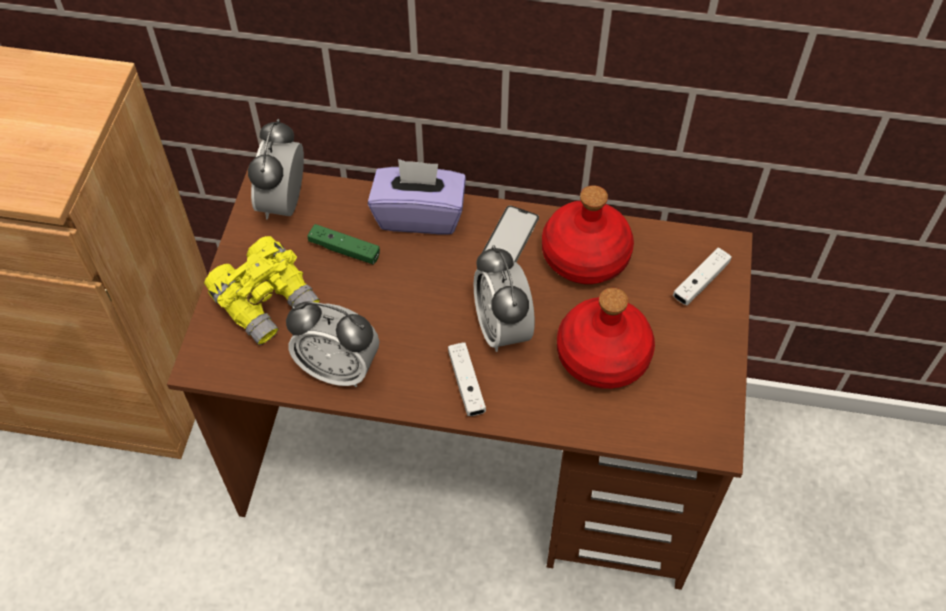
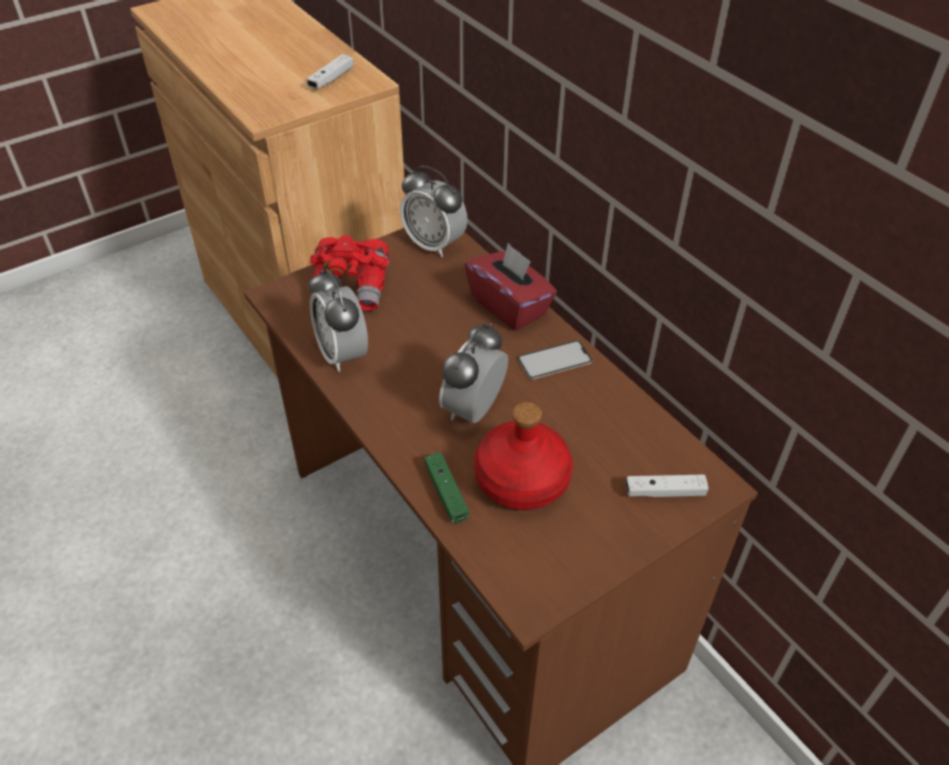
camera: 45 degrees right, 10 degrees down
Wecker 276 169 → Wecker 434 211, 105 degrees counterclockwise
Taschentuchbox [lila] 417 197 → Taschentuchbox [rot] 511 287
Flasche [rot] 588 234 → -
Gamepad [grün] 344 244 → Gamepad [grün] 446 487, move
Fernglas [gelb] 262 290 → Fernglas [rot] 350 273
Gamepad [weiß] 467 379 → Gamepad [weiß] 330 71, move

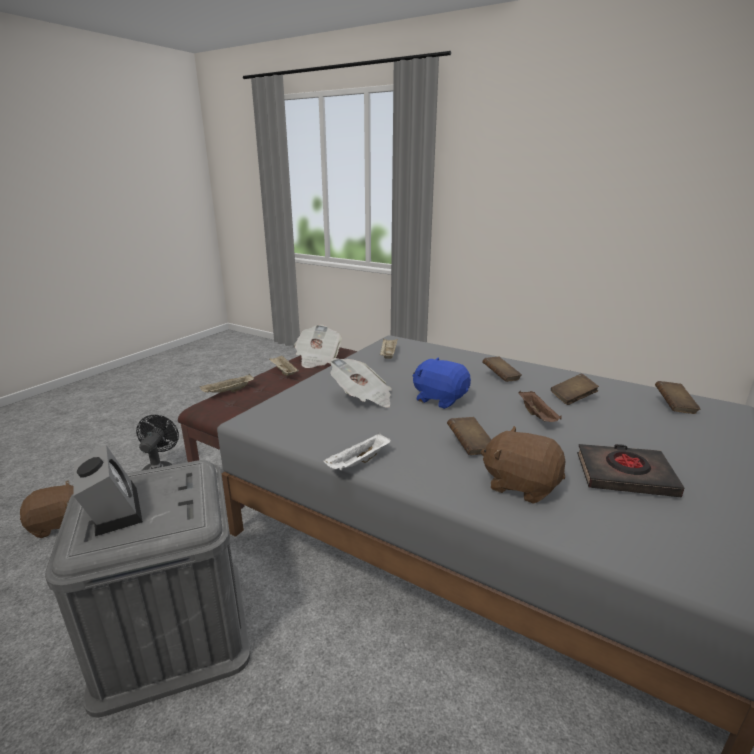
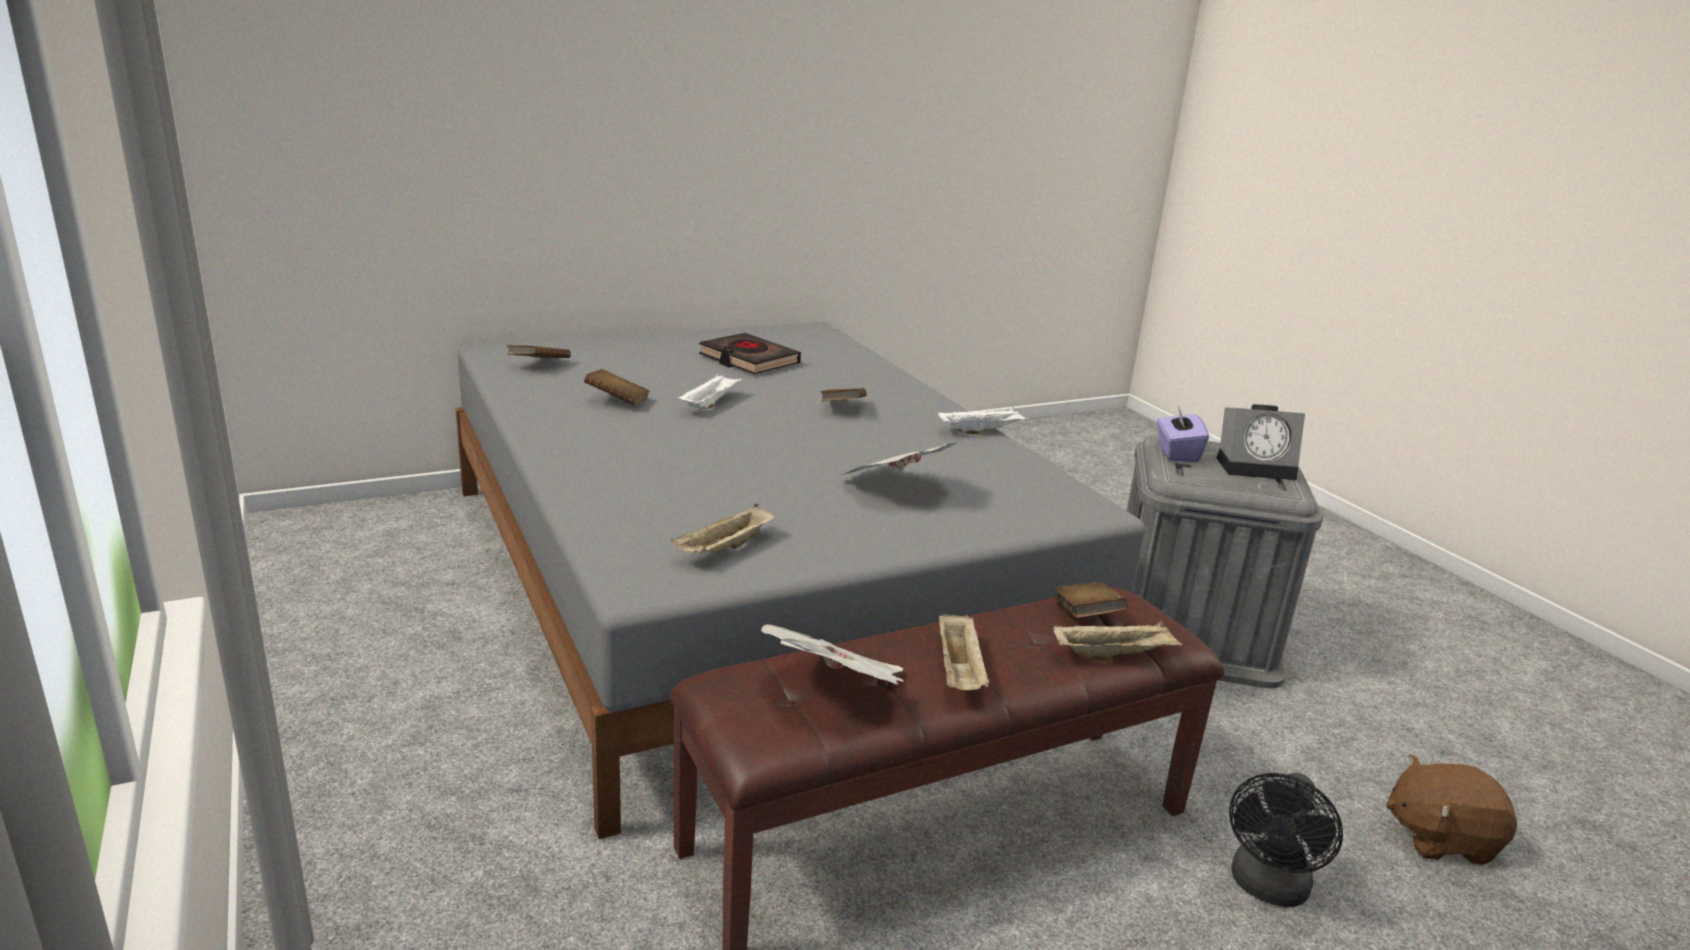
camera: 150 degrees left, 0 degrees up
Plüschtier [blau] 442 383 → -
Buch [braun] 502 369 → Buch [braun] 1091 600, move
Tablett [braun] 540 406 → Tablett [weiß] 710 391
Plüschtier [braun] 523 465 → -
Wecker 108 490 → Wecker 1260 442, 90 degrees counterclockwise
- → Taschentuchbox [lila] 1183 434

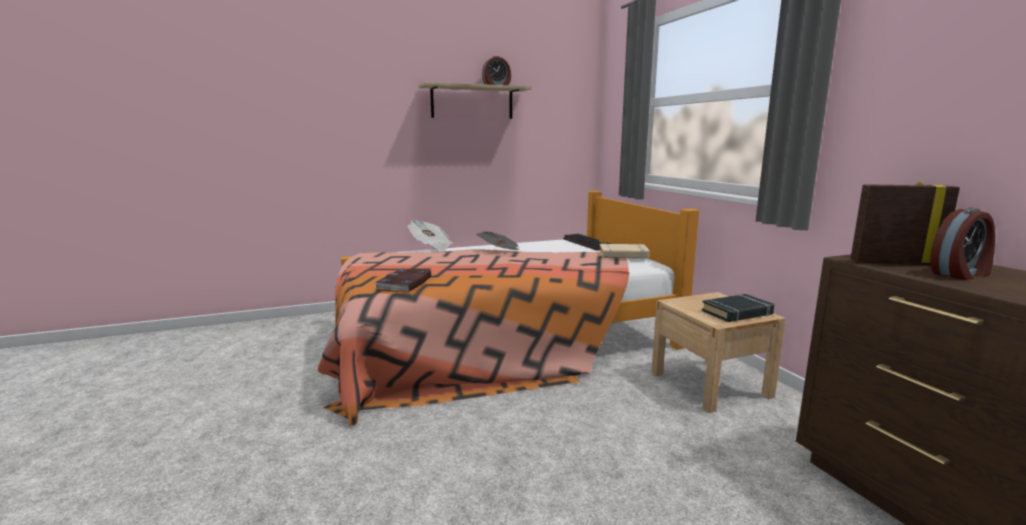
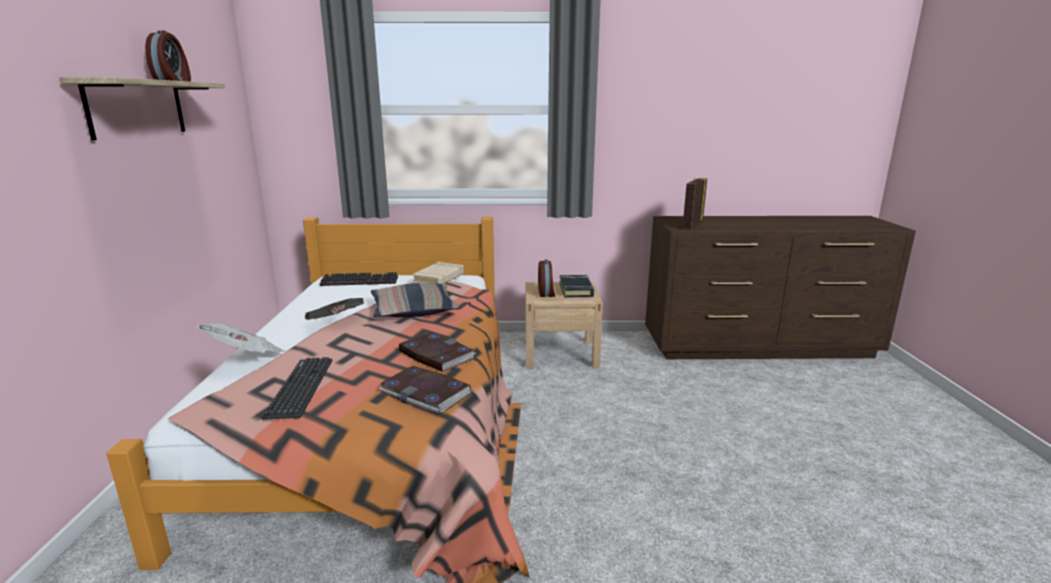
camera: 70 degrees left, 5 degrees up
Wecker 962 244 → Wecker 546 278, move
- → Kissen 415 300
- → Buch 437 352
- → Tastatur 296 388

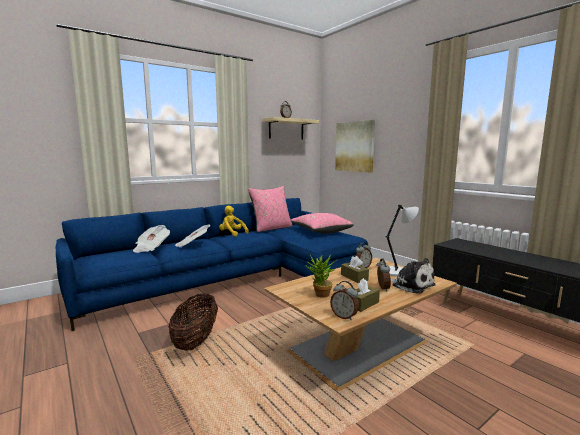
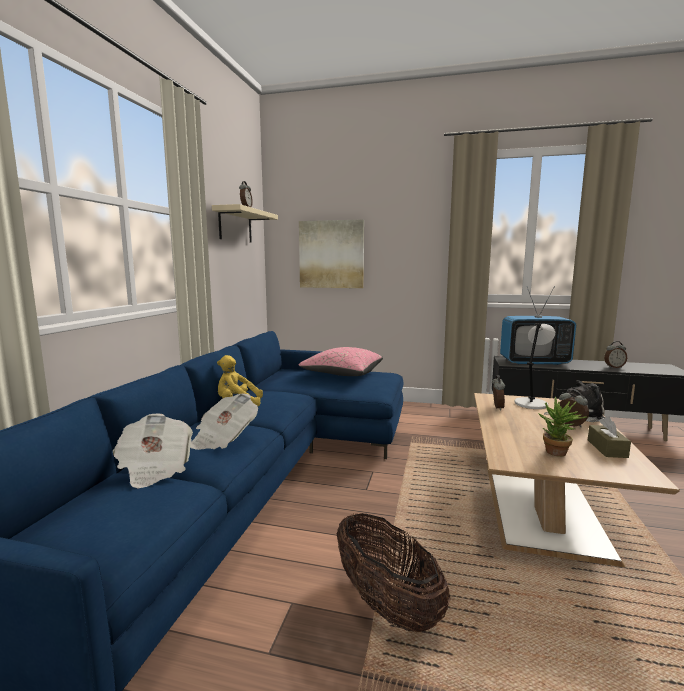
camera: 40 degrees left, 0 degrees up
Kissen [rosa] 270 209 → -
Taschentuchbox [braun] 355 269 → -
Wecker 344 300 → Wecker 615 354, move
- → Fernseher 538 325

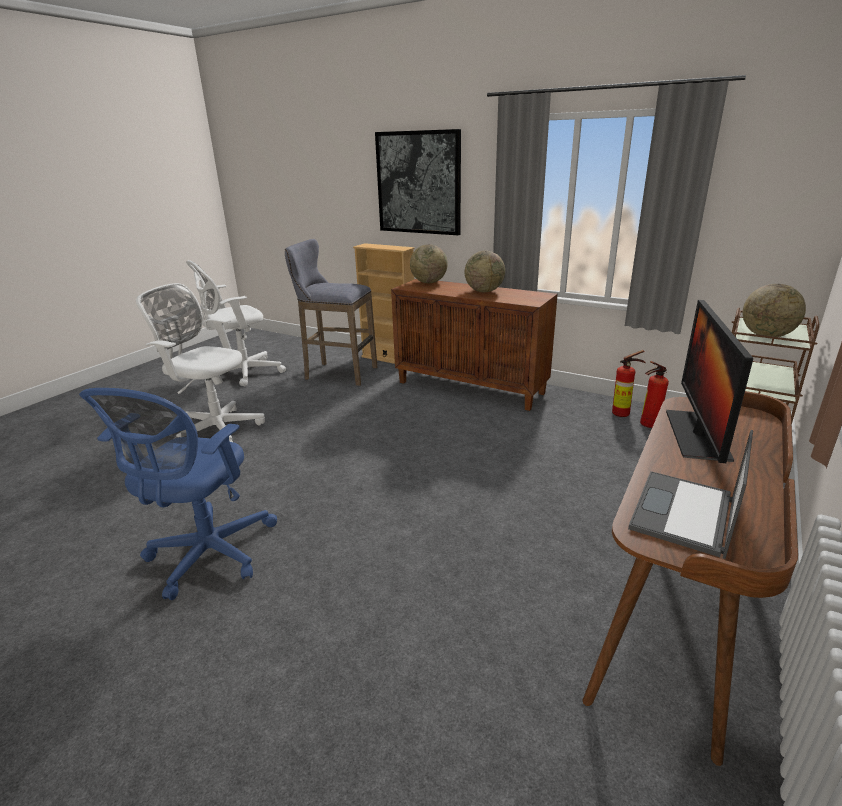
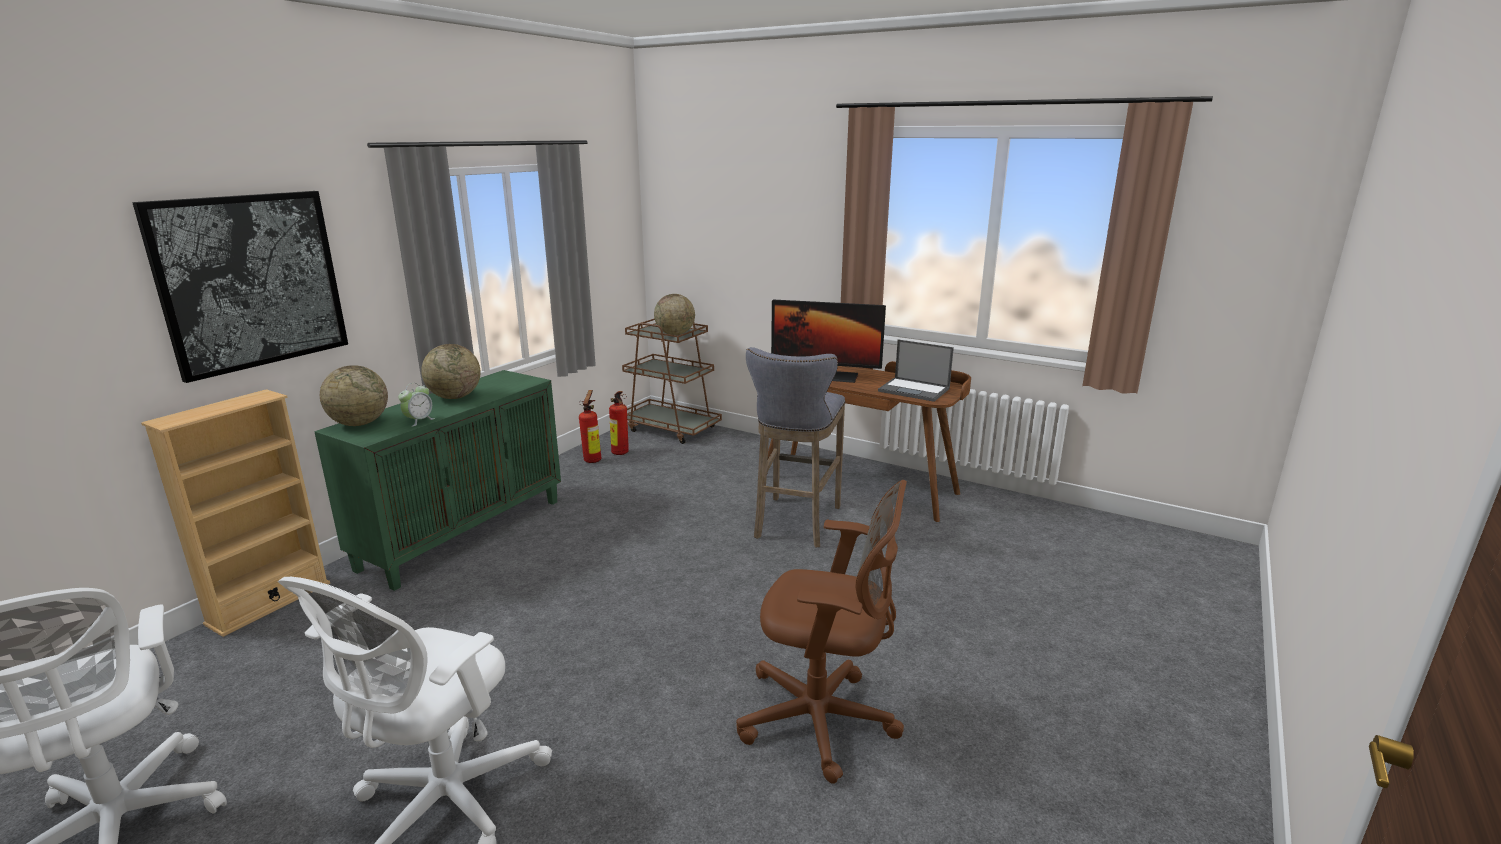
camera: 90 degrees left, 5 degrees down
Hocker [grau] 331 312 → Hocker [grau] 795 447, move
Schrank [braun] 474 345 → Schrank [grün] 437 480
Bürostuhl [blau] 178 494 → Bürostuhl [braun] 821 632
- → Wecker 416 405

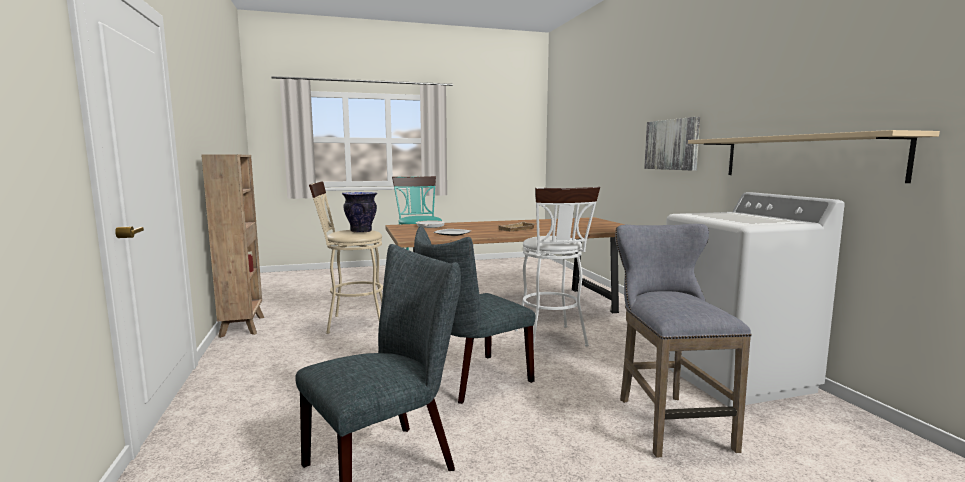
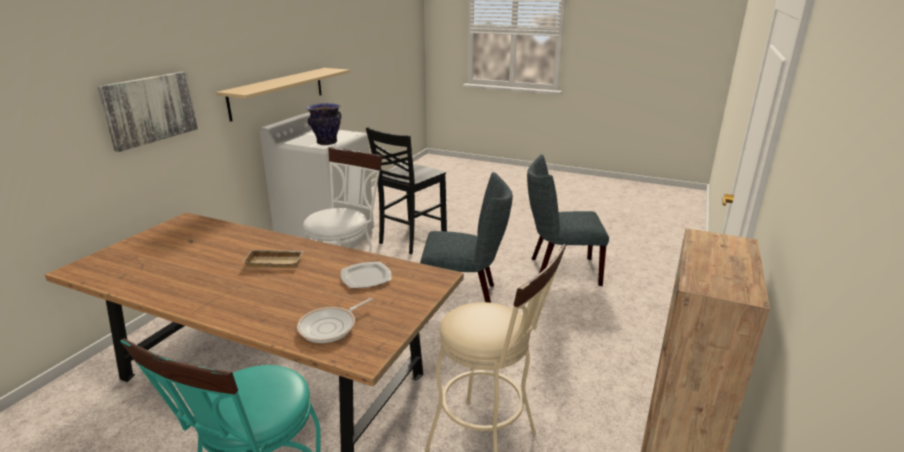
camera: 140 degrees left, 15 degrees up
Vase 359 212 → Vase 323 124, move
Hocker [grau] 683 341 → Stuhl [schwarz] 406 190

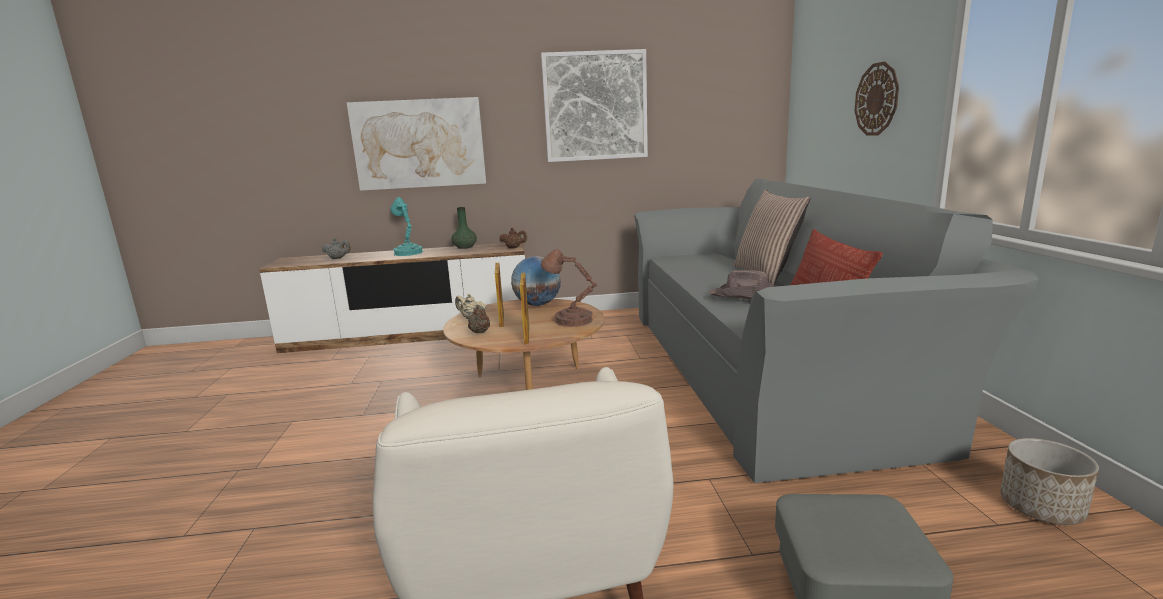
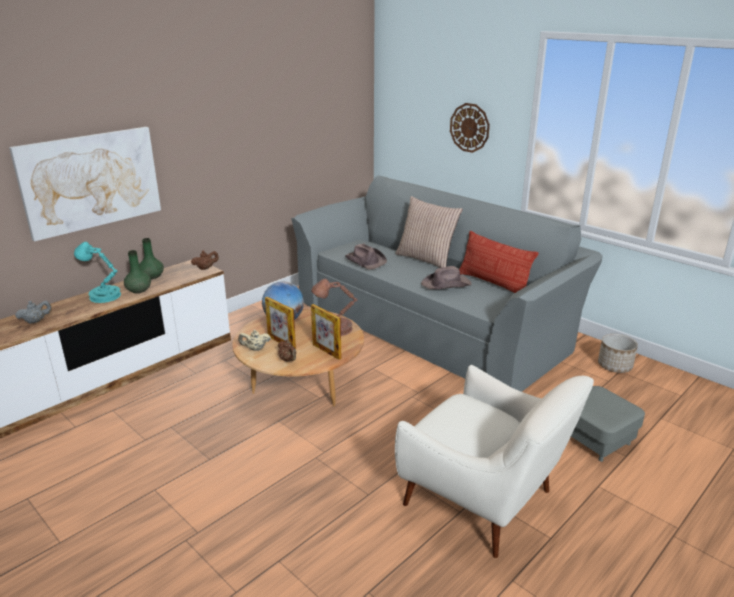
camera: 40 degrees left, 10 degrees up
Bild 594 105 → -
- → Hut [braun] 366 256
- → Vase [grün] 137 271

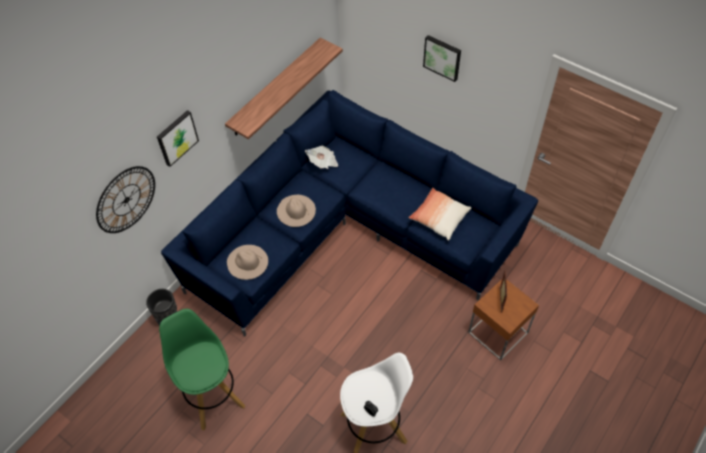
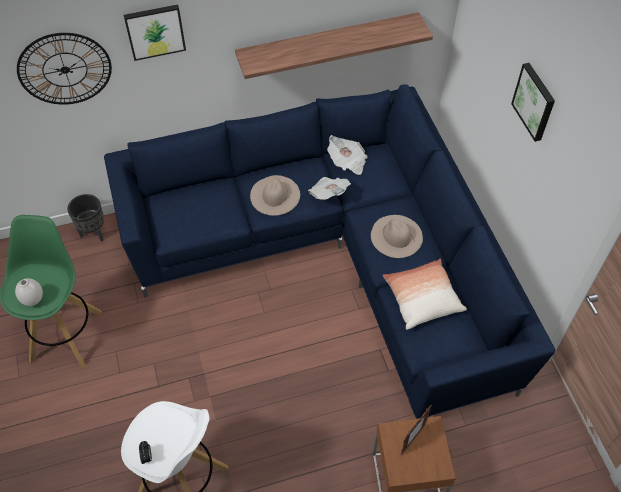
camera: 35 degrees right, 0 degrees up
Hut [beige] 247 262 → Hut [beige] 397 236, move
- → Zeitung 329 188
- → Vase [weiß] 29 292

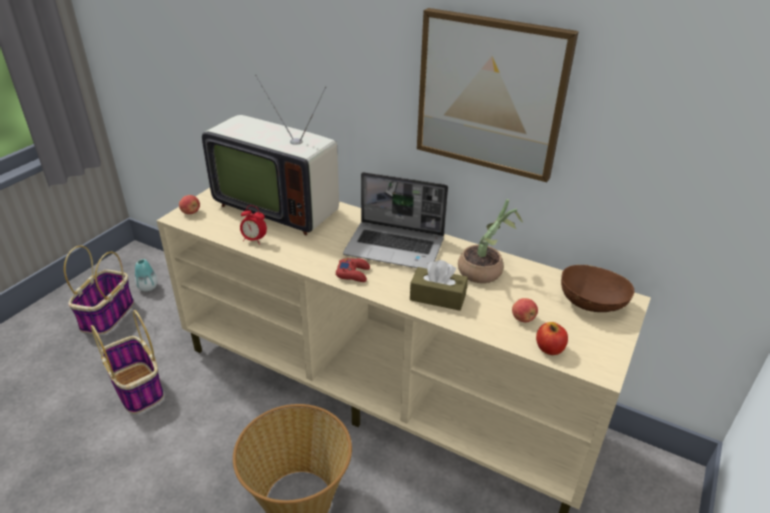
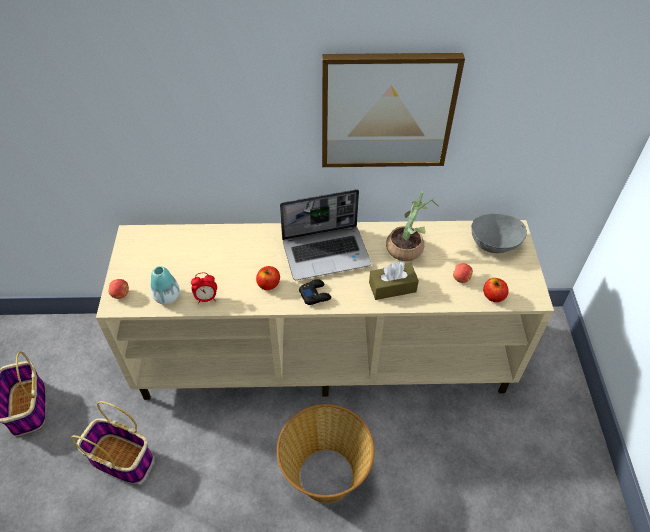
camera: 30 degrees left, 15 degrees up
Fernseher 270 155 → -
Gamepad [rot] 353 270 → Gamepad [schwarz] 315 292
Vase 146 275 → Vase 165 285, move
Schüssel [braun] 598 288 → Schüssel [grau] 499 233
- → Apfel 268 278

